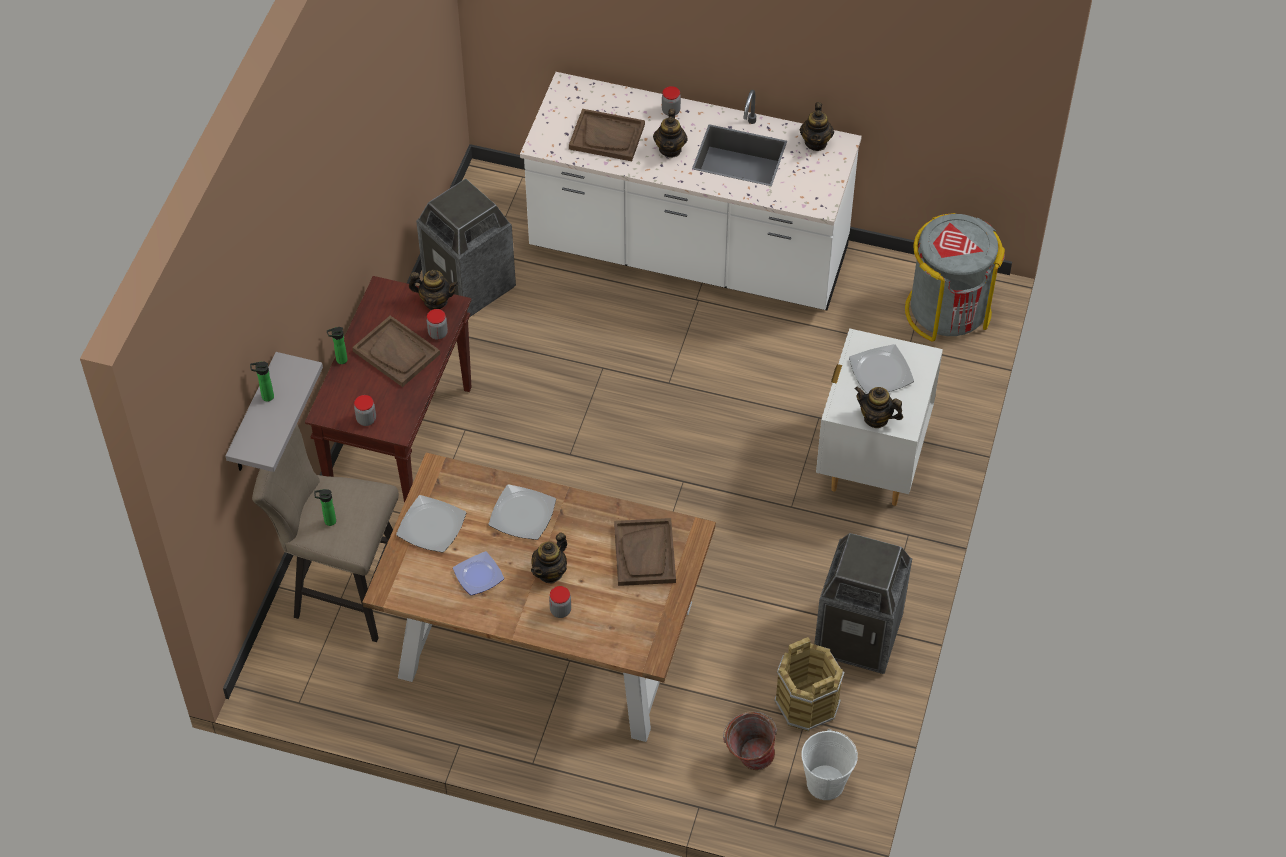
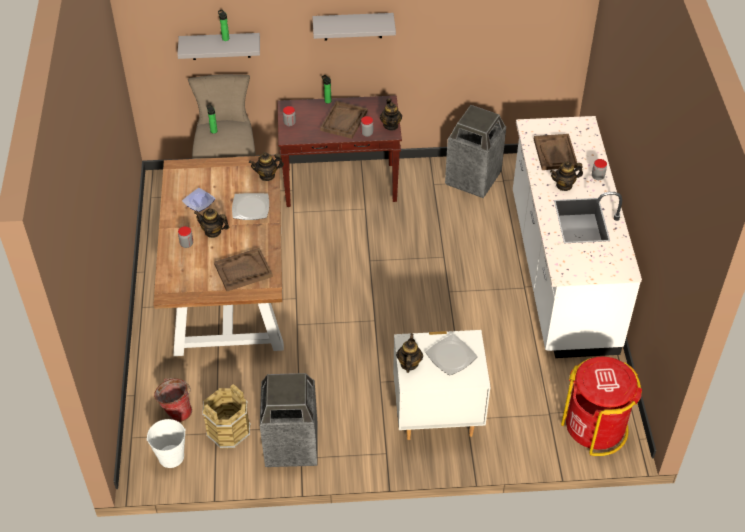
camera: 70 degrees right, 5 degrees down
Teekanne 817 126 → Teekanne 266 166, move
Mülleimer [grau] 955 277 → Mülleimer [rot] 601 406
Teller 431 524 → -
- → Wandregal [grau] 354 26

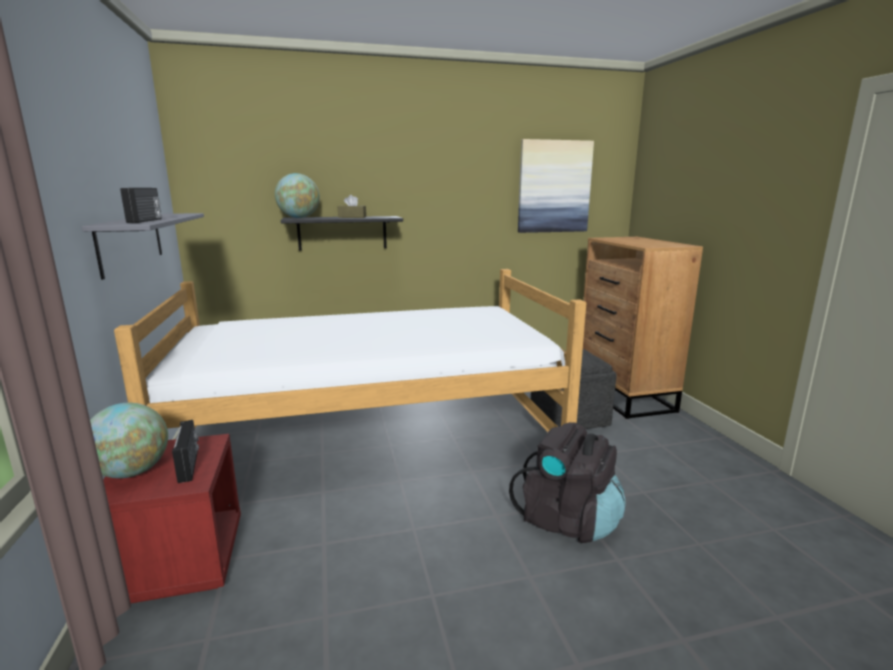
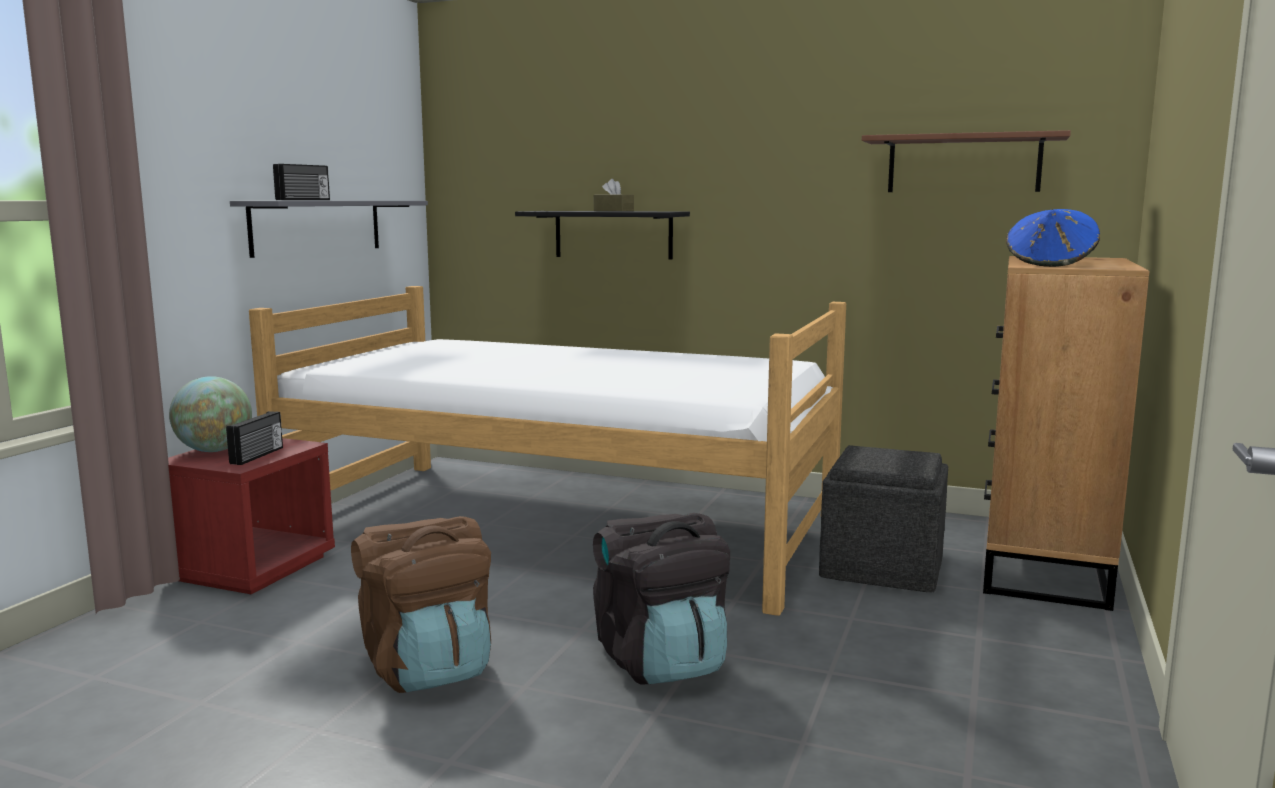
camera: 35 degrees right, 5 degrees down
Bild 556 186 → Wandregal [braun] 966 161
Globus 297 195 → -
- → Hut [blau] 1053 238
- → Rucksack [braun] 421 604

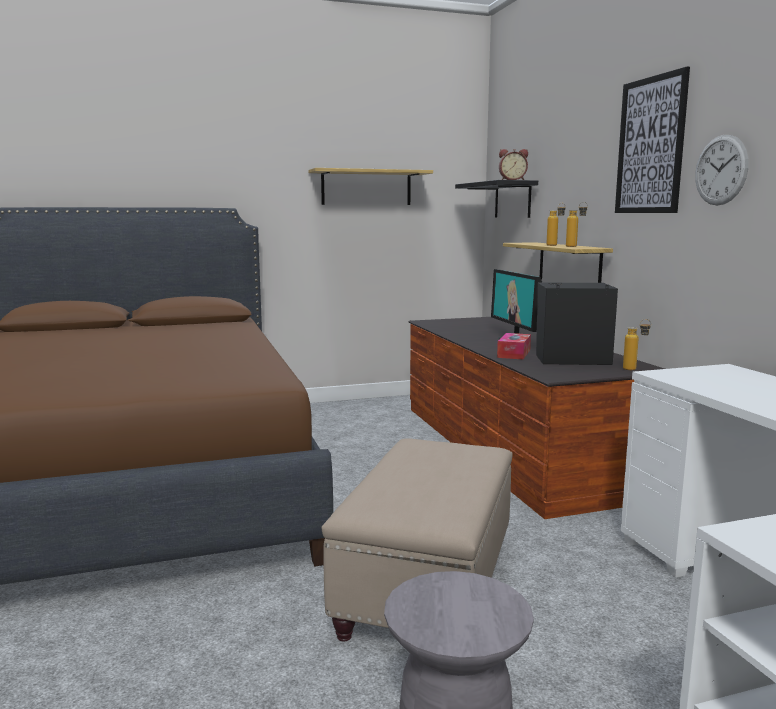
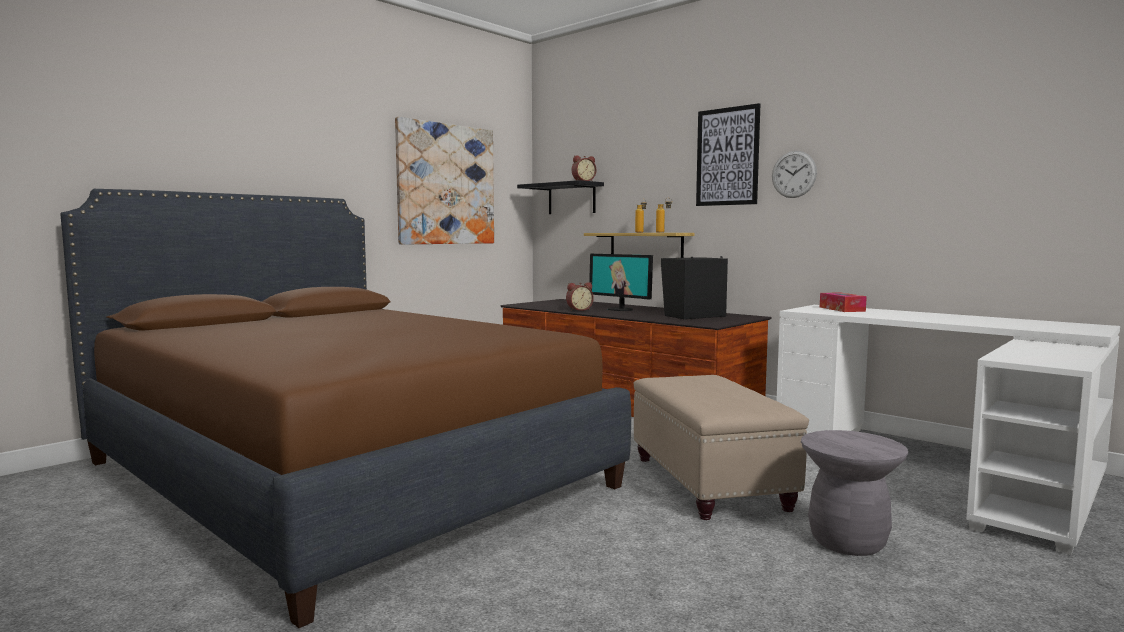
camera: 30 degrees left, 5 degrees down
Wandregal 370 186 → Bild 444 181
Flasche 637 344 → -
Taschentuchbox 514 346 → Taschentuchbox 843 302, move
- → Wecker 580 296

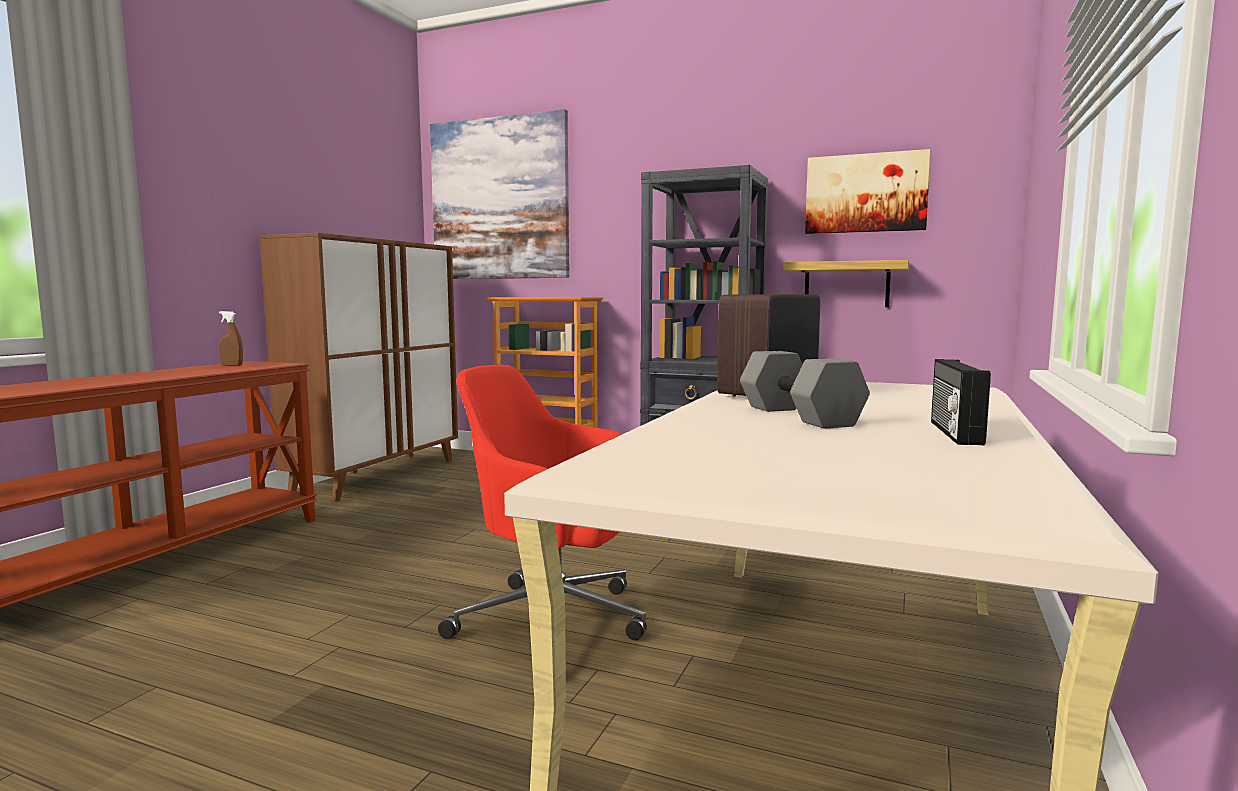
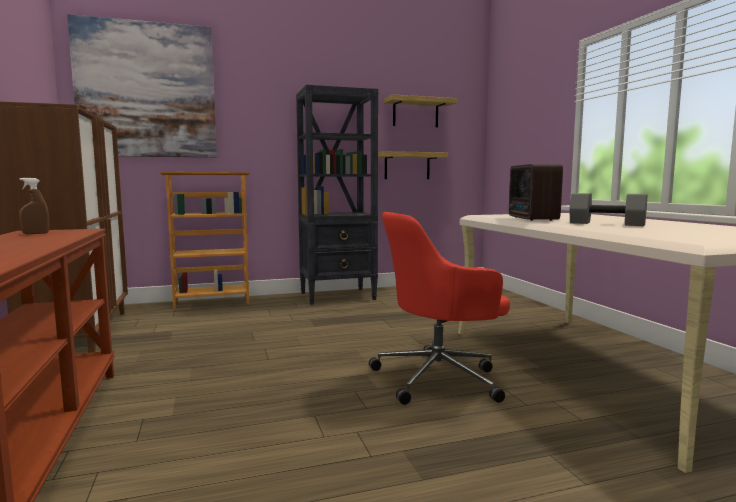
camera: 40 degrees left, 0 degrees up
Bild 868 191 → Wandregal 420 110
Radio 961 402 → -

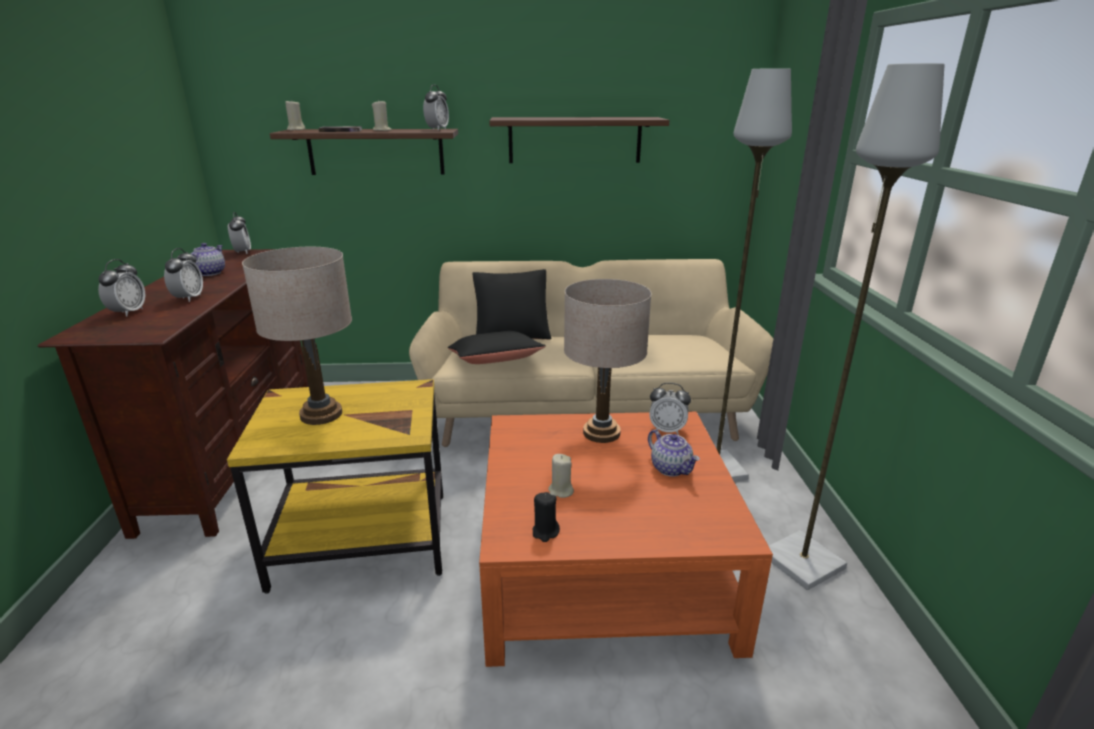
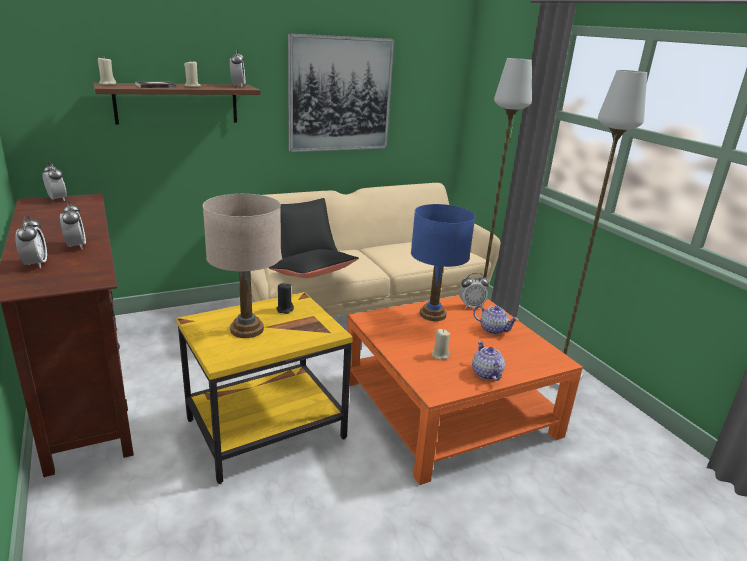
camera: 25 degrees left, 0 degrees up
Wandregal 579 140 → Bild 341 92
Teekanne 207 259 → Teekanne 488 361, move
Tischlampe [beige] 608 361 → Tischlampe [blau] 443 262
Kerze [schwarz] 546 517 → Kerze [schwarz] 285 298, move

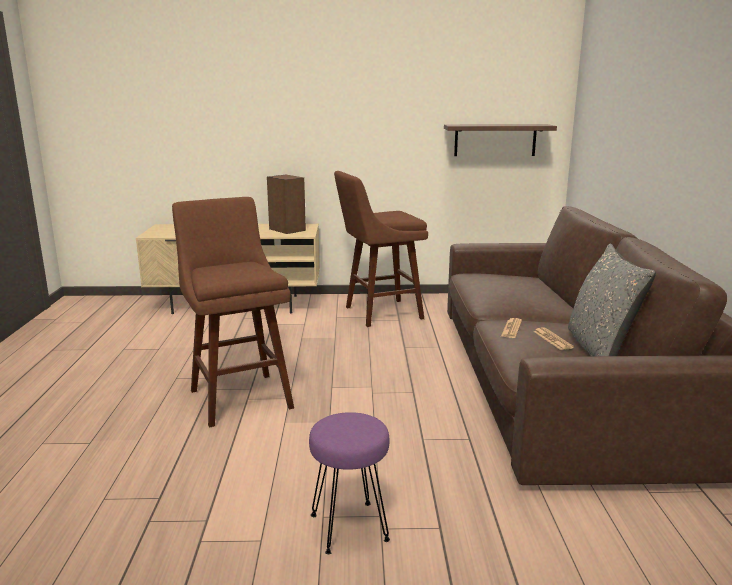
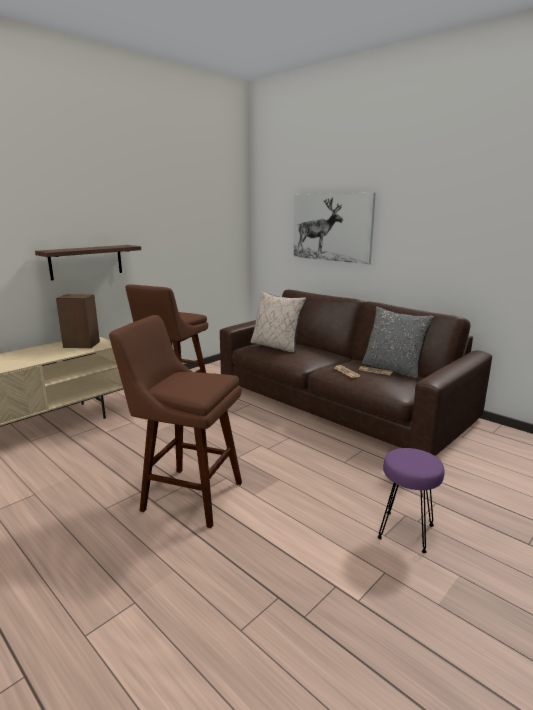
camera: 45 degrees left, 0 degrees up
Wandregal 500 140 → Wandregal 88 262, move
- → Bild 334 228
- → Kissen [beige] 278 322

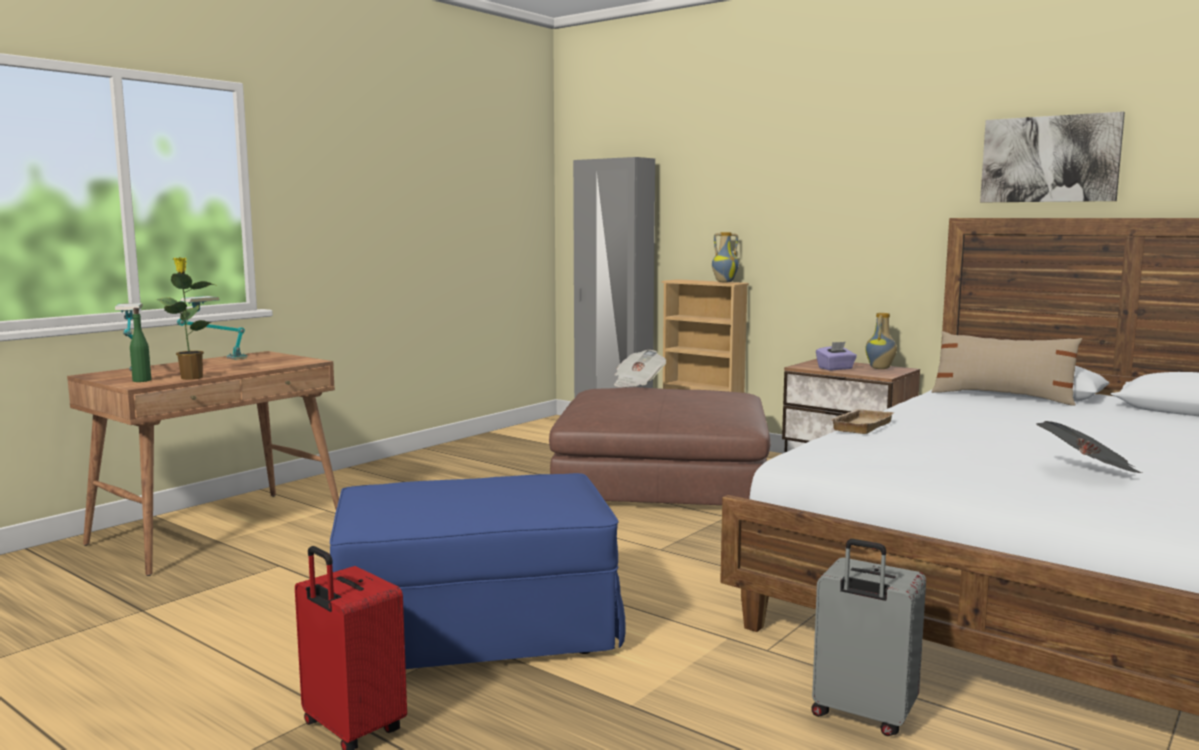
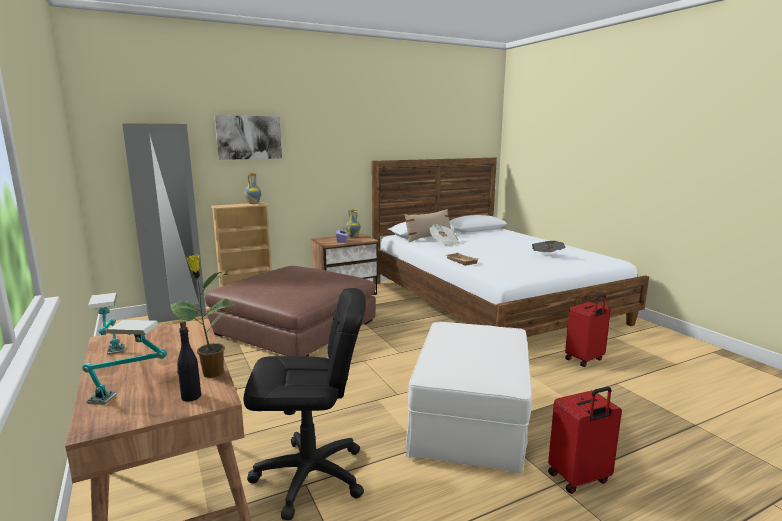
camera: 65 degrees left, 5 degrees up
Bild 1052 156 → Bild 248 137, move
Flasche [grün] 140 345 → Flasche [schwarz] 189 361
Zeitung 640 368 → Zeitung 444 235, move
Polsterhocker [blau] 478 571 → Polsterhocker [weiß] 469 397
Koffer [grau] 868 637 → Koffer [rot] 588 330
- → Bürostuhl [schwarz] 305 404

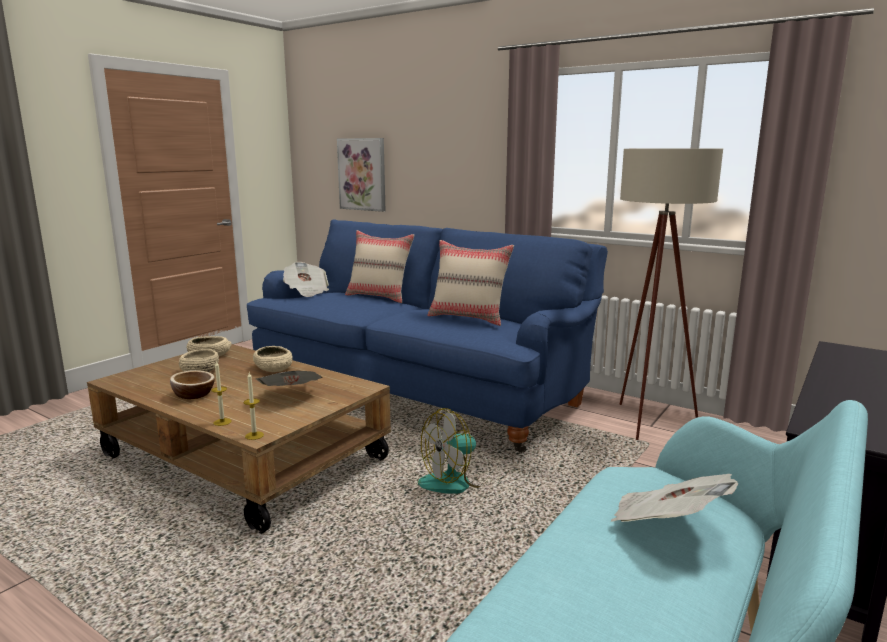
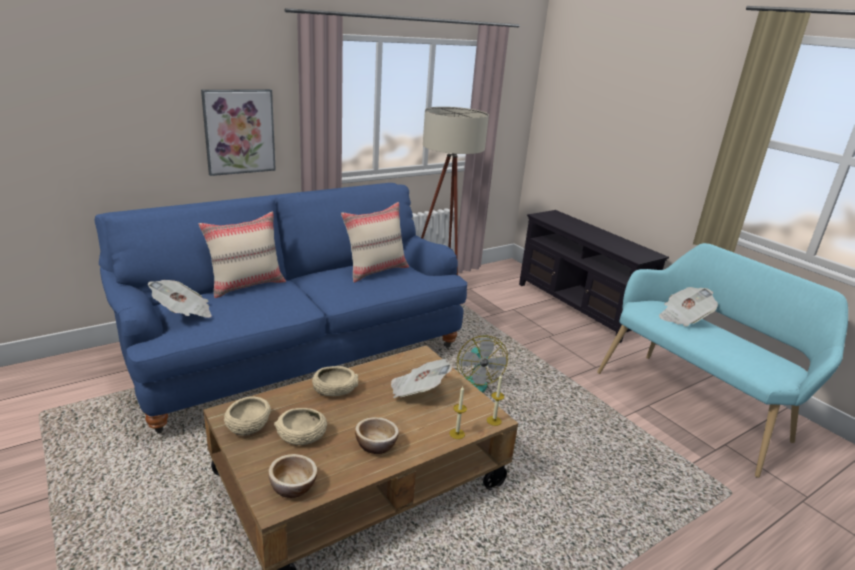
camera: 70 degrees left, 10 degrees up
Bild 361 175 → Bild 238 132, move
- → Schüssel 293 476

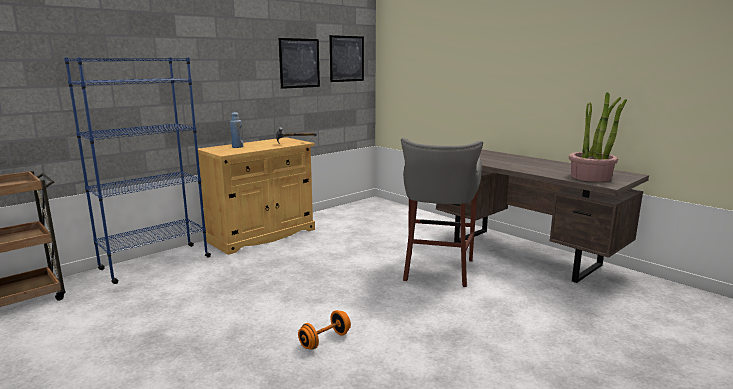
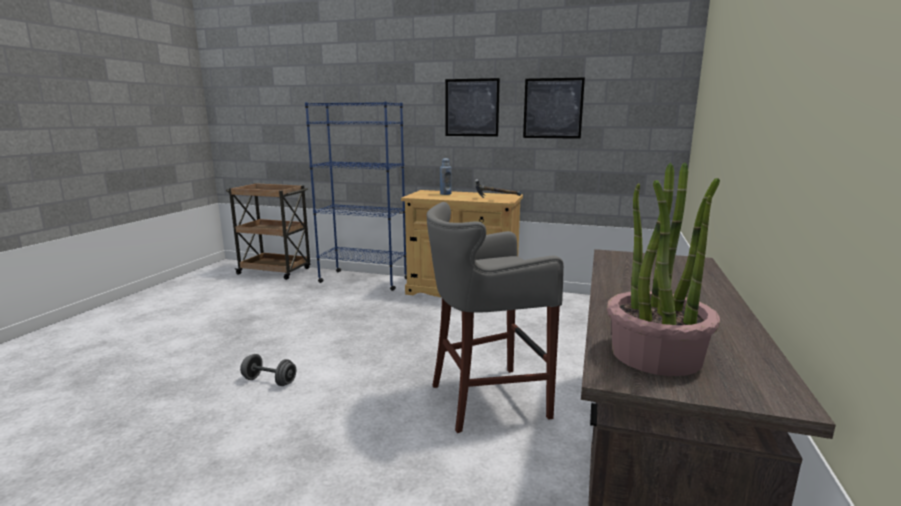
camera: 60 degrees right, 0 degrees up
Bild 347 58 → Bild 472 107, move
Hantel [orange] 324 330 → Hantel [grau] 268 370

